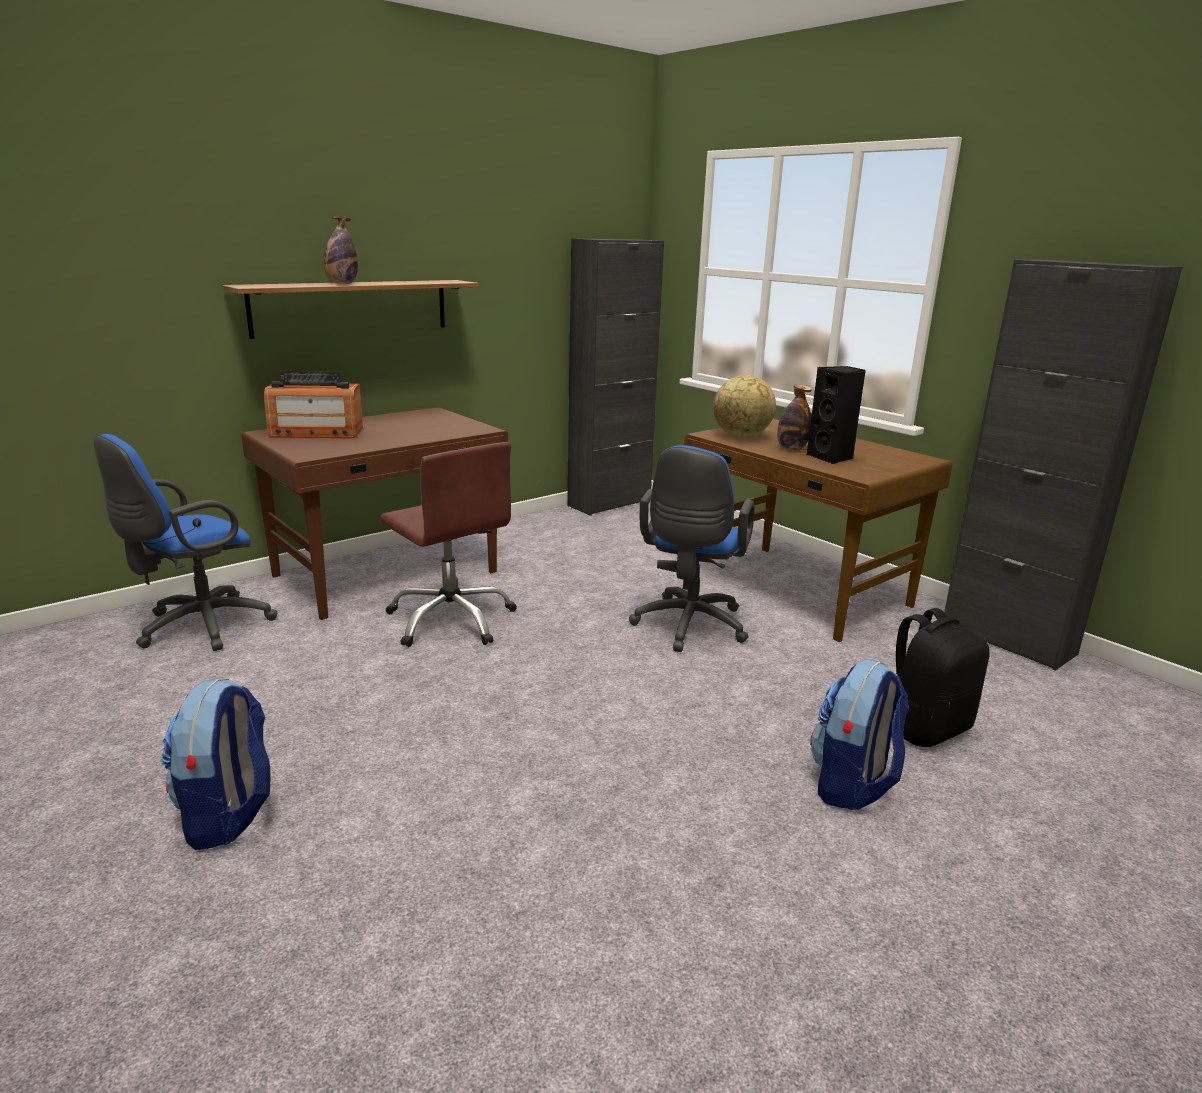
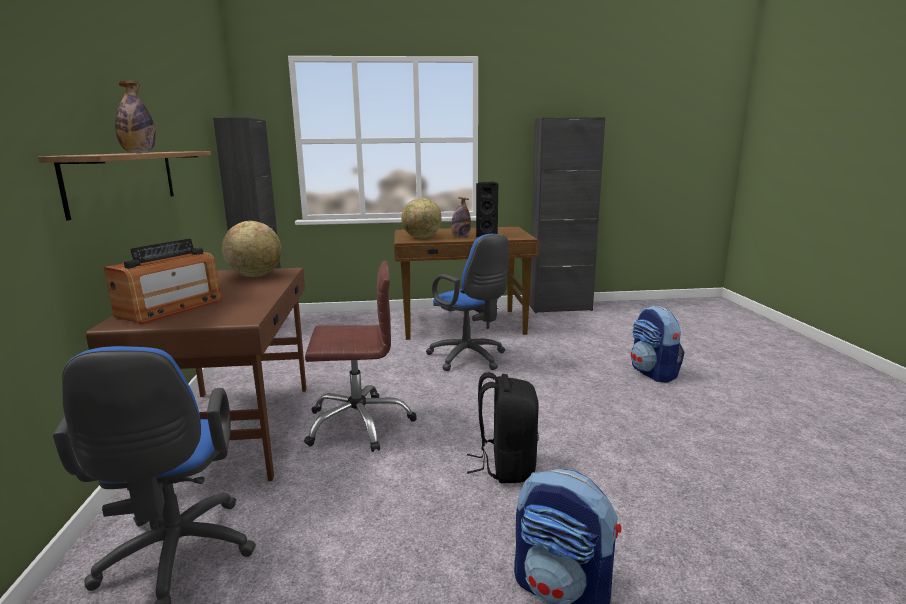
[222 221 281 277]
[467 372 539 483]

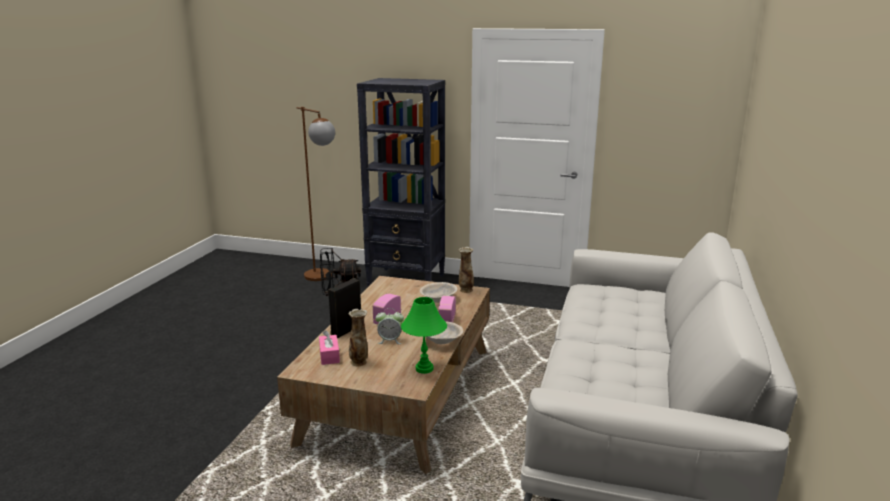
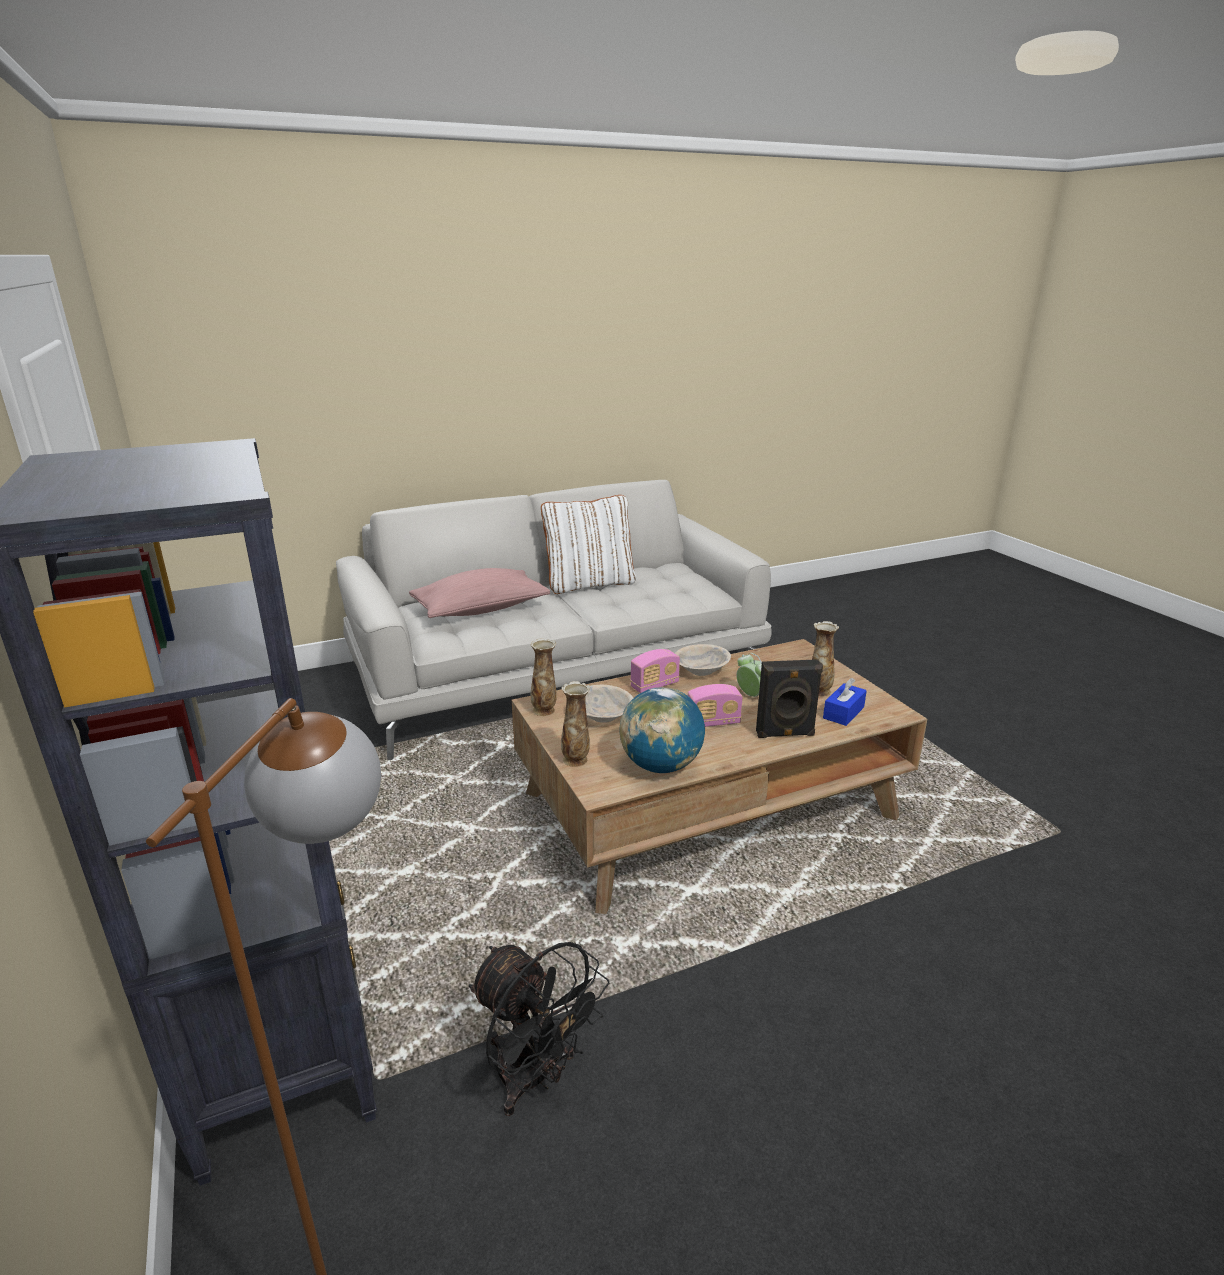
[401 297 447 374] (first image)
[409 568 550 618]
[541 495 636 594]
[561 681 590 767]
[620 687 705 773]
[823 678 867 726]

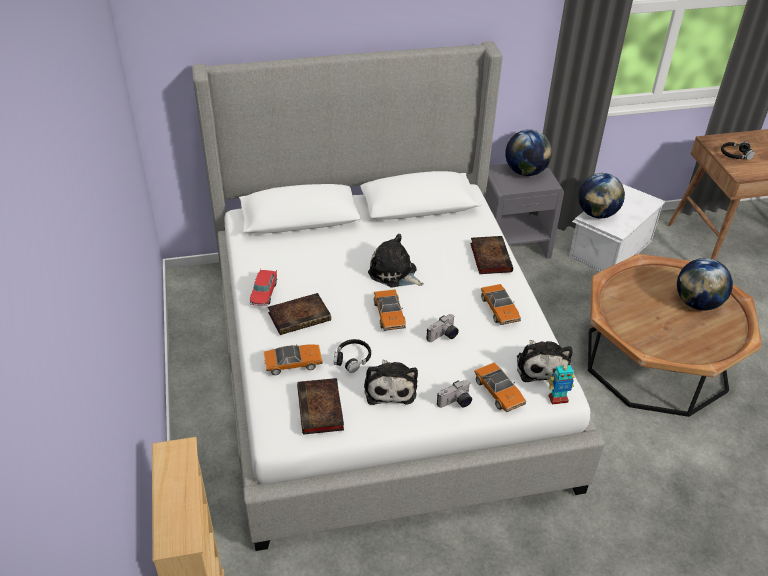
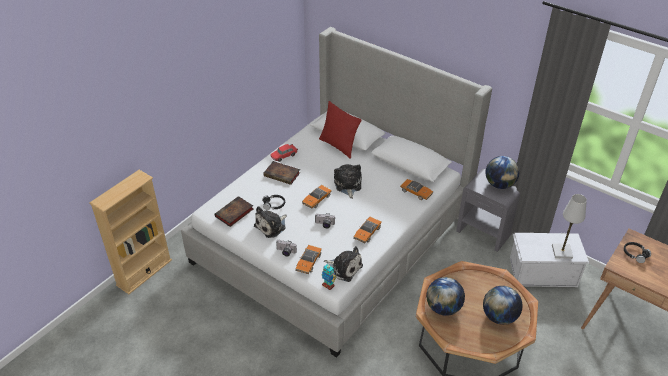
[470 236 513 274] (first image)
[319 101 362 159]
[552 194 587 259]
[400 179 433 200]
[426 277 465 316]
[324 246 363 282]

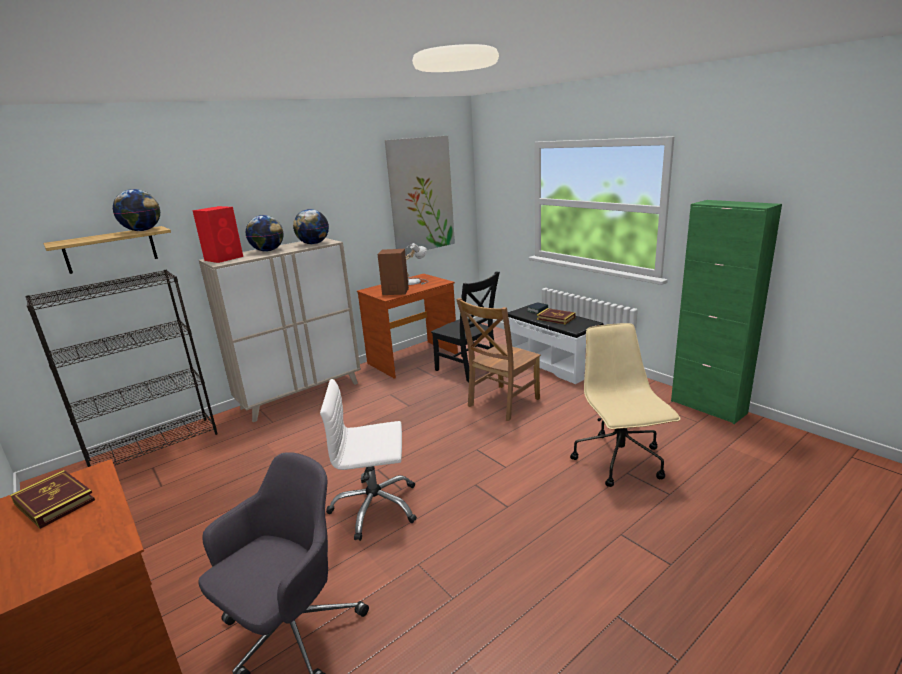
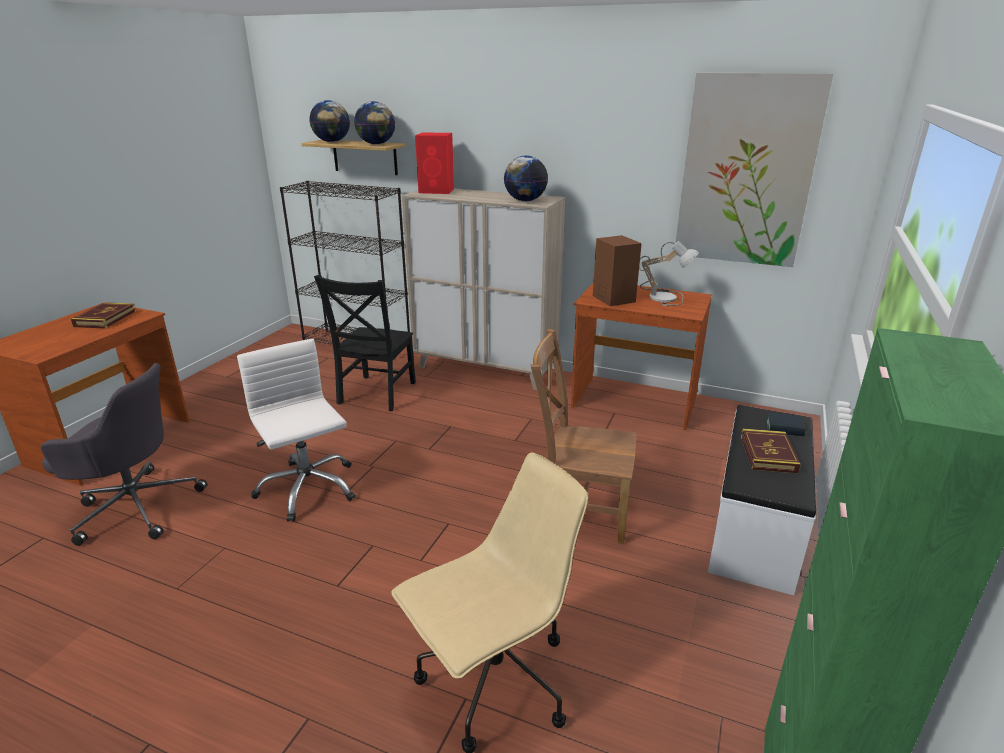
[309 100 350 142]
[314 275 416 411]

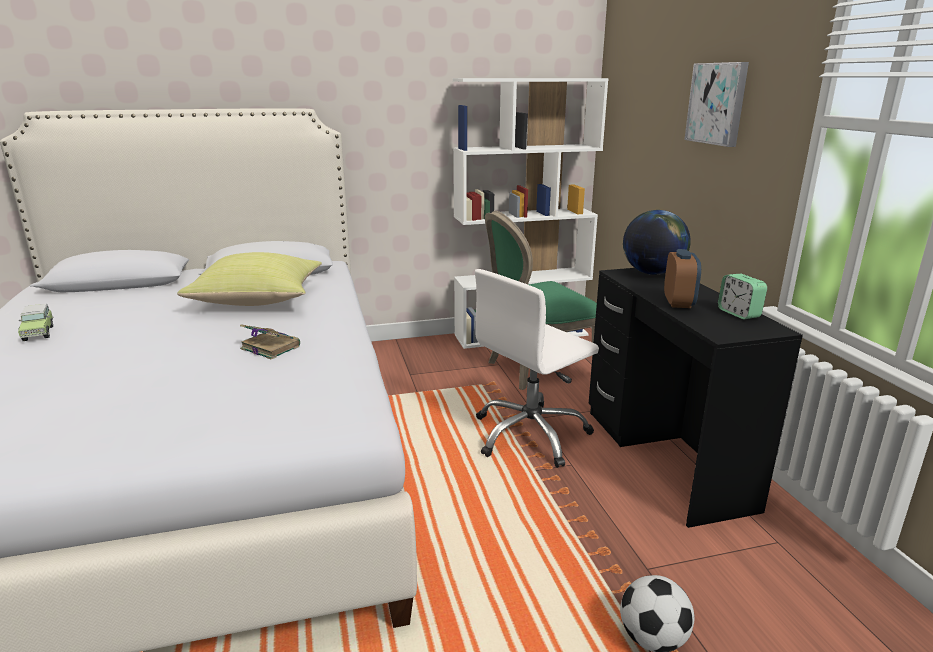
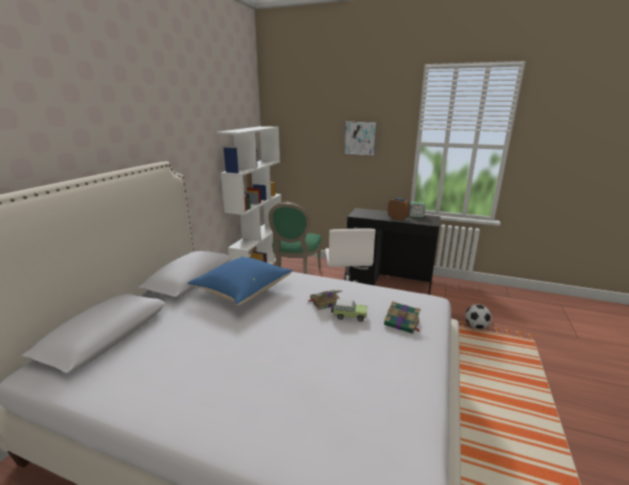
[623 210 691 275] (first image)
[384 301 421 334]
[331 299 367 322]
[187 257 293 305]

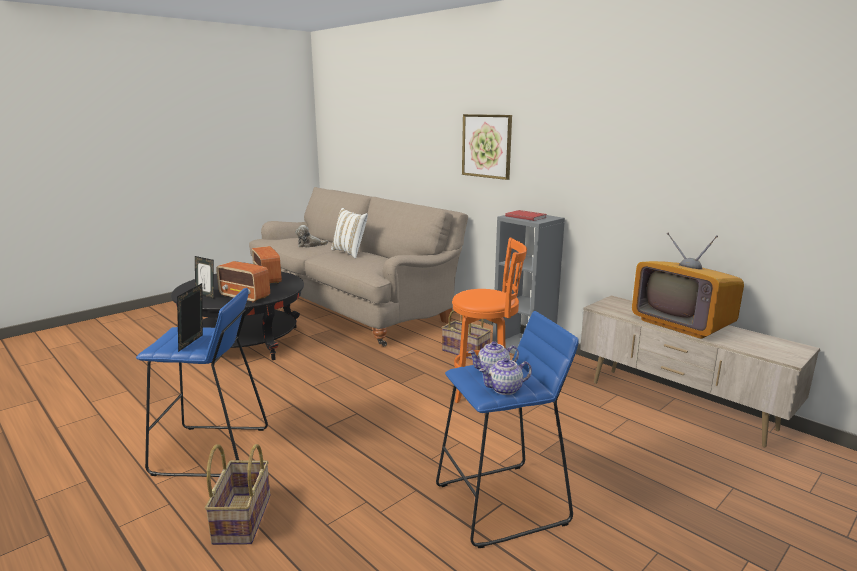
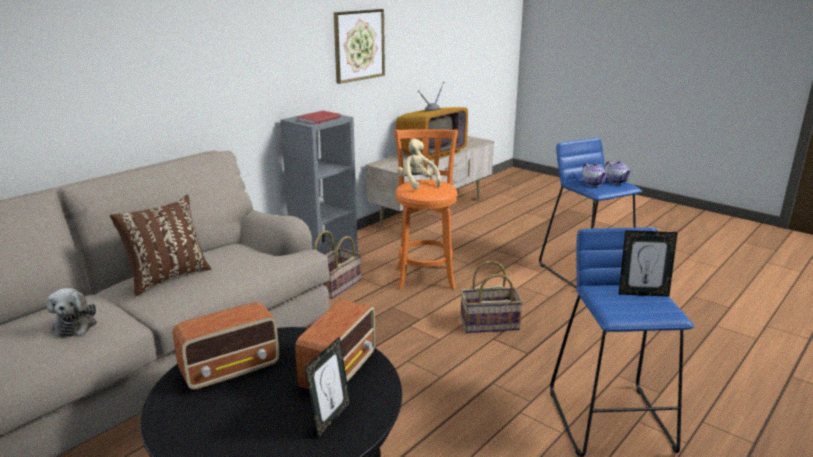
[397 139 441 190]
[460 261 523 333]
[334 9 385 84]
[110 195 211 296]

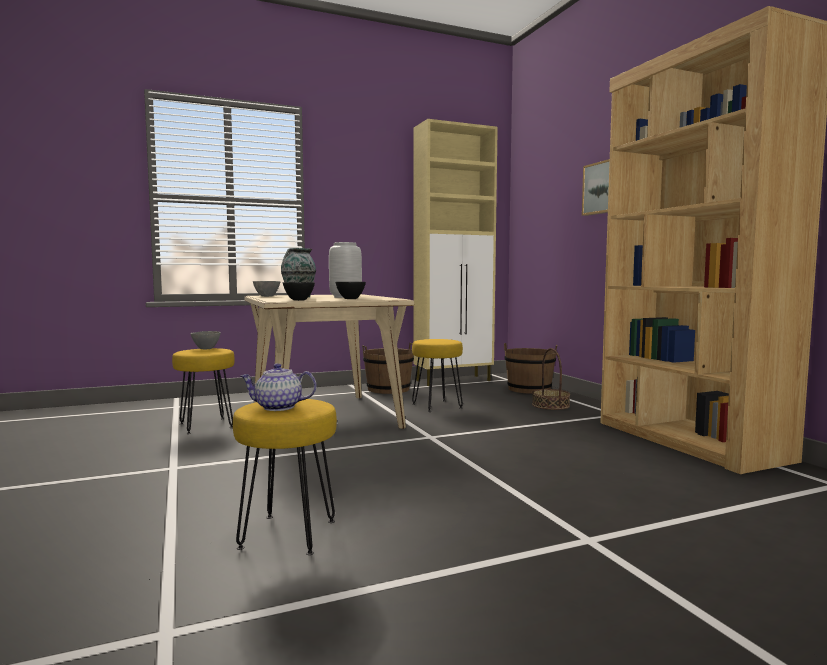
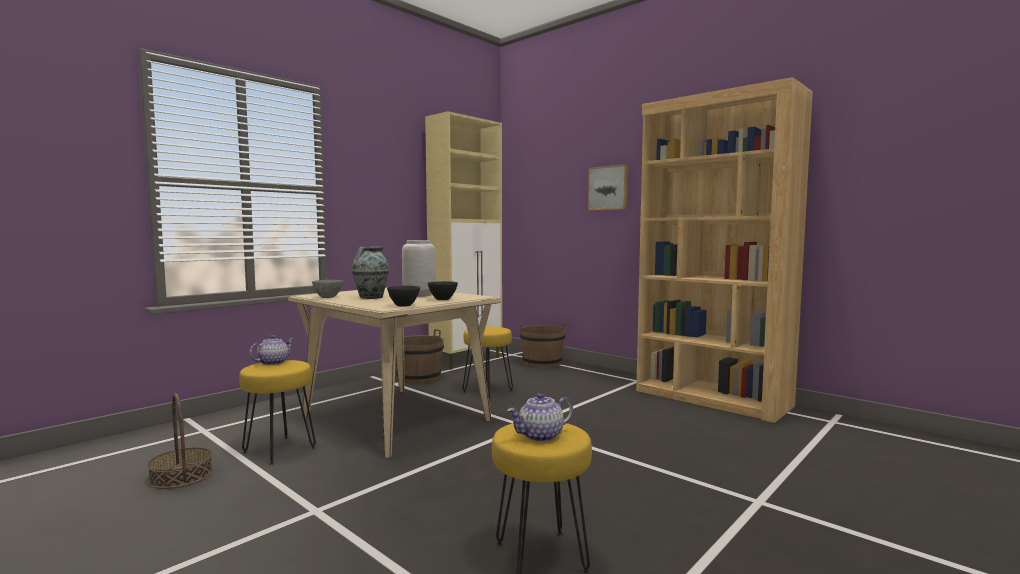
[148 393 212 489]
[249 335 294 365]

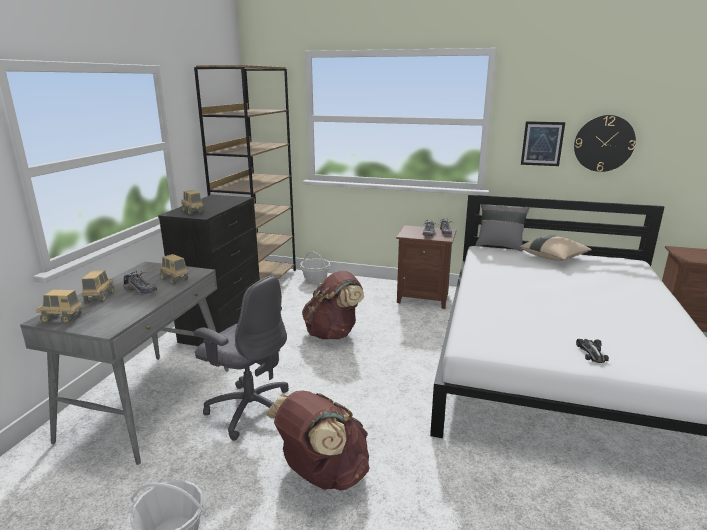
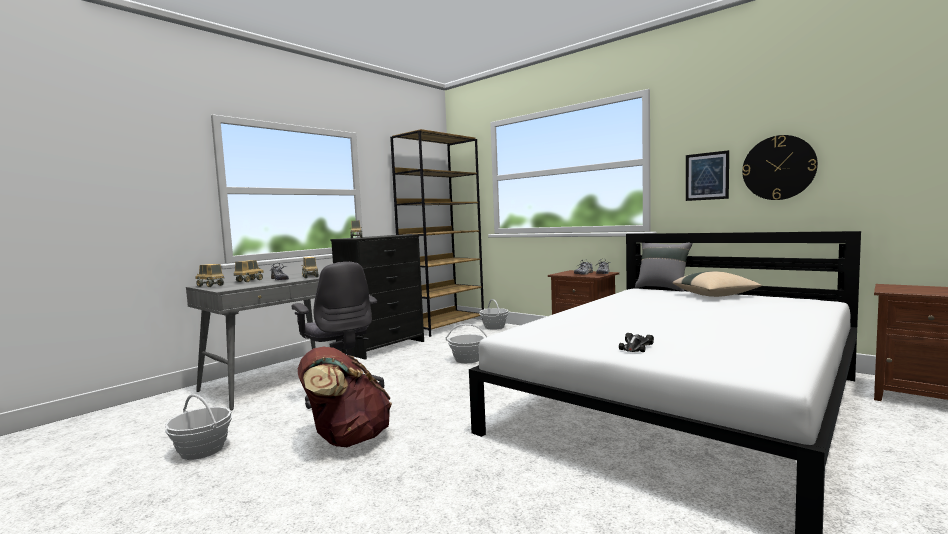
[446 324 488 363]

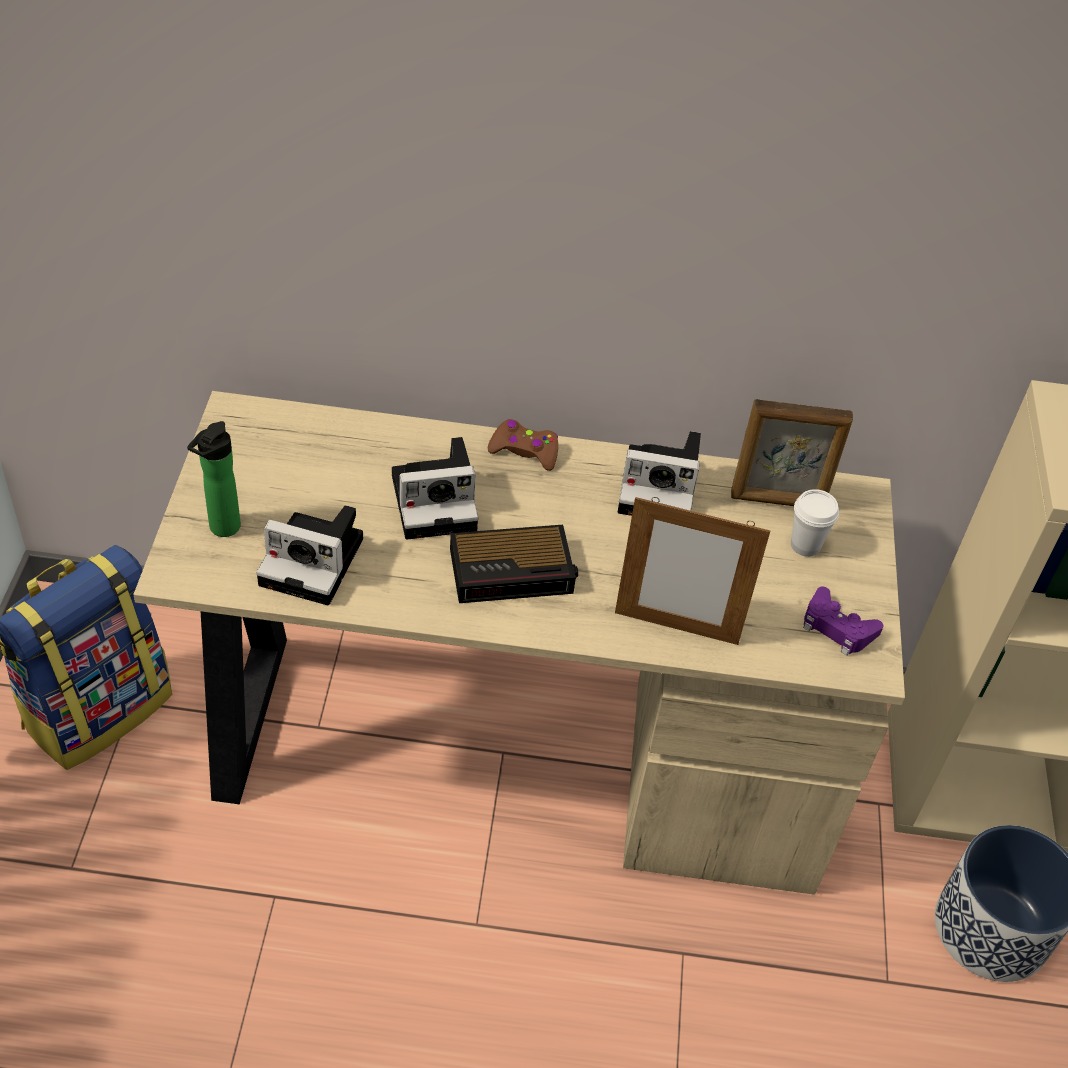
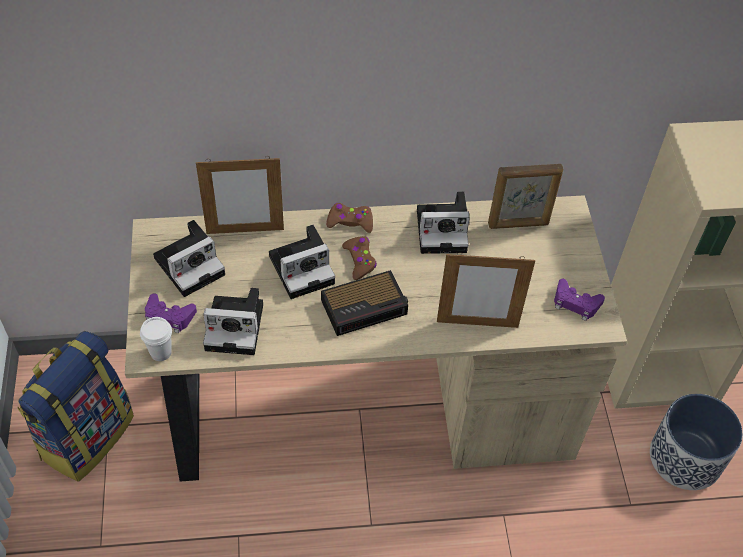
[153 220 225 297]
[196 156 284 234]
[342 236 377 280]
[140 317 172 361]
[145 293 197 333]

